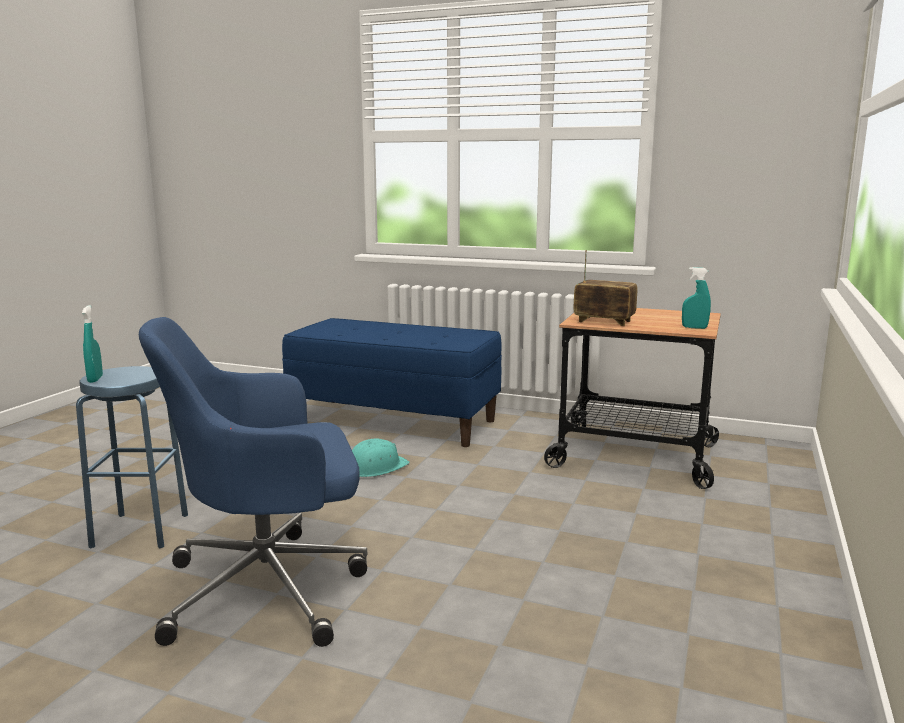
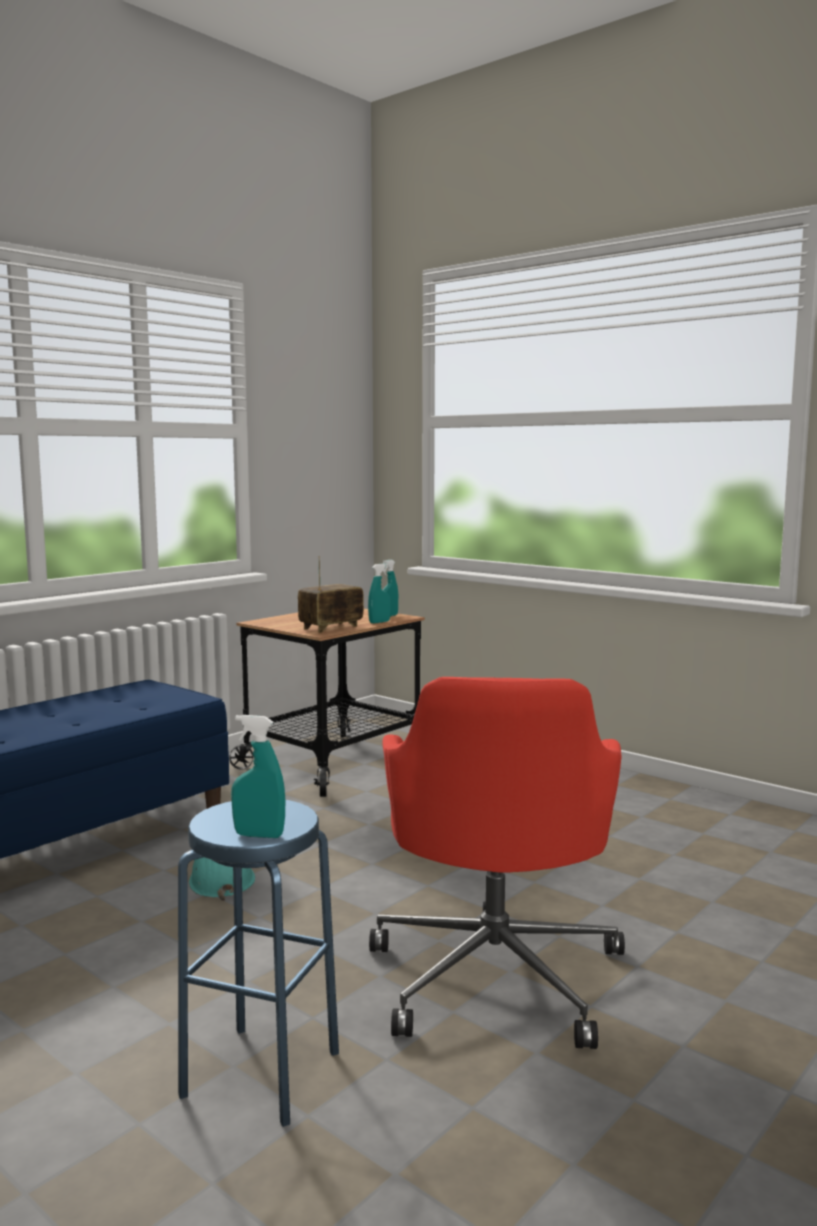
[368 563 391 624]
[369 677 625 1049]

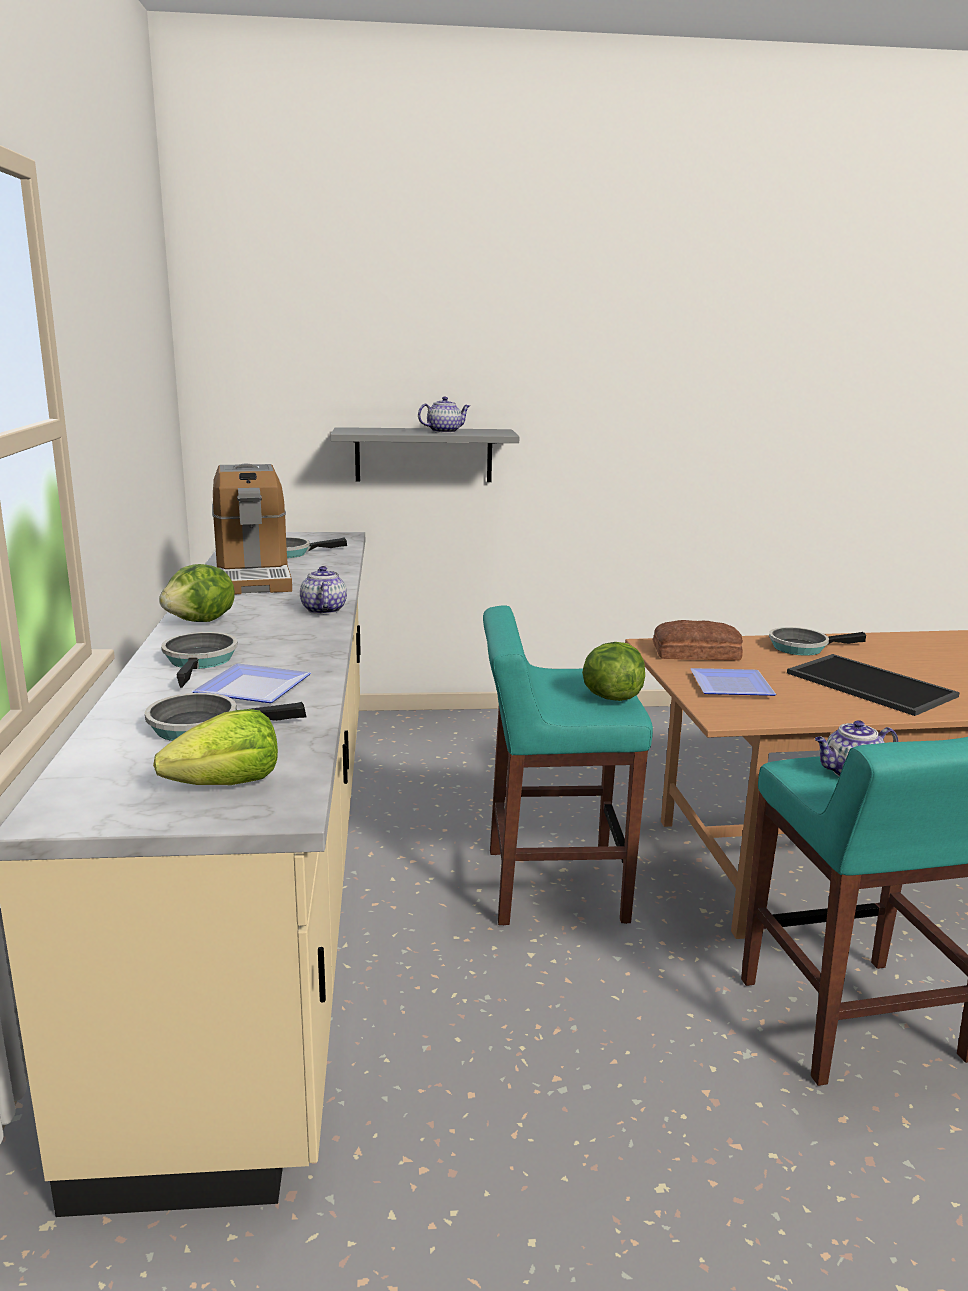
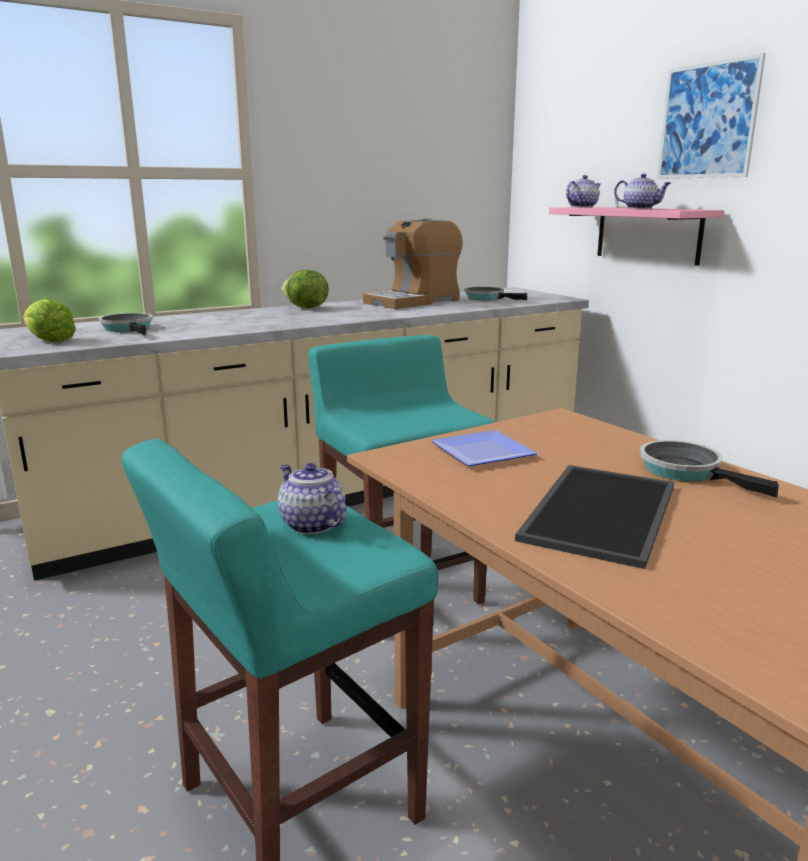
[161 632 238 688] (first image)
[192 663 311 703] (first image)
[582 642 645 701] (first image)
[653 620 743 661] (first image)
[657 53 766 179]
[566 175 601 207]
[549 207 724 266]

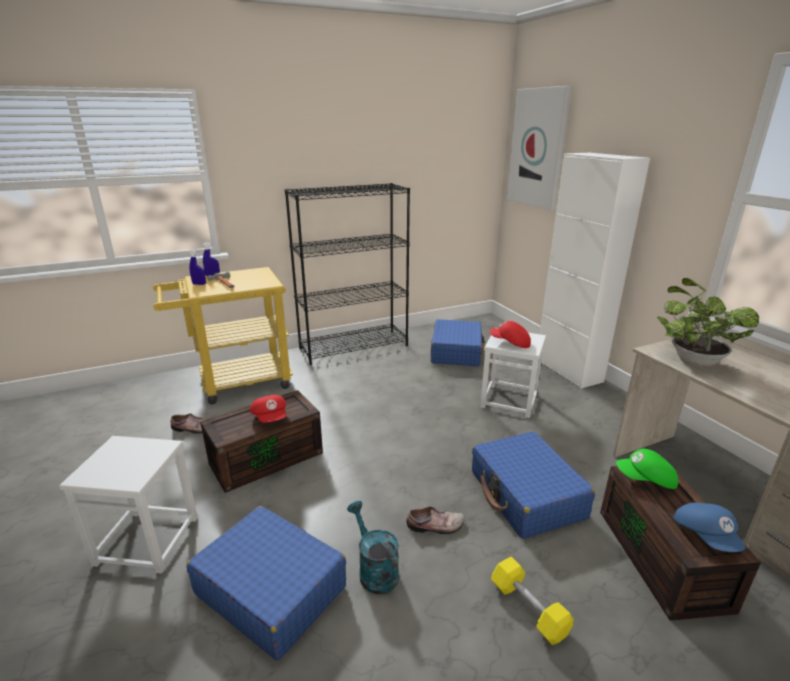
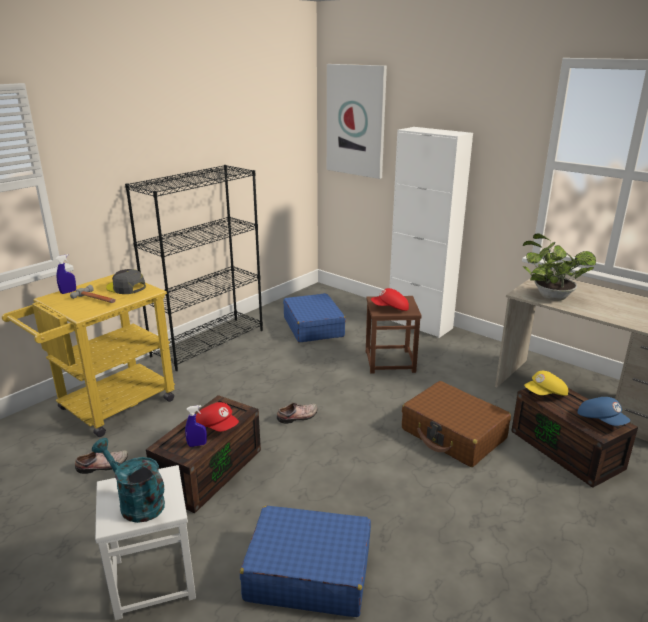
[491 557 574 645] (first image)
[106 269 146 294]
[185 405 207 447]
[92 438 165 523]
[277 403 318 424]
[402 381 511 467]
[366 296 422 374]
[524 371 568 396]

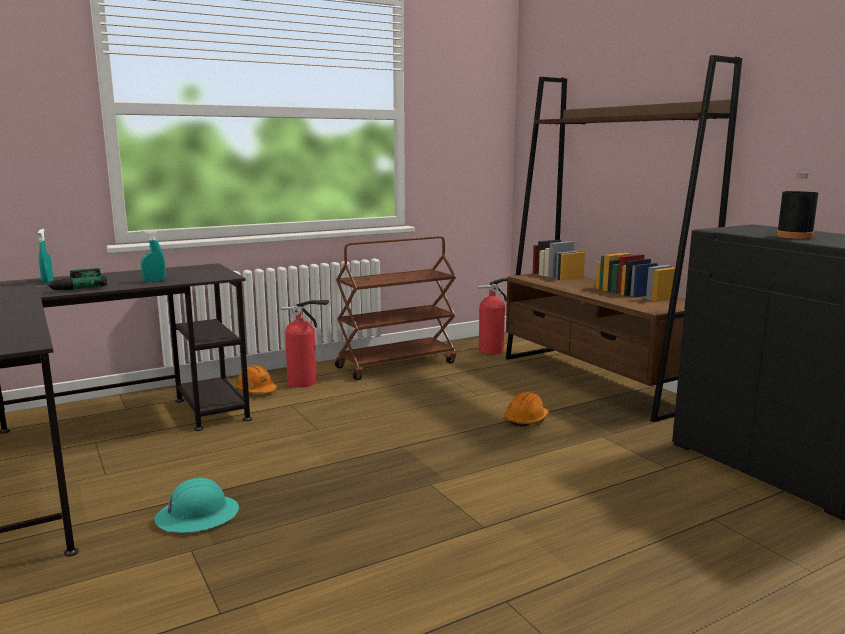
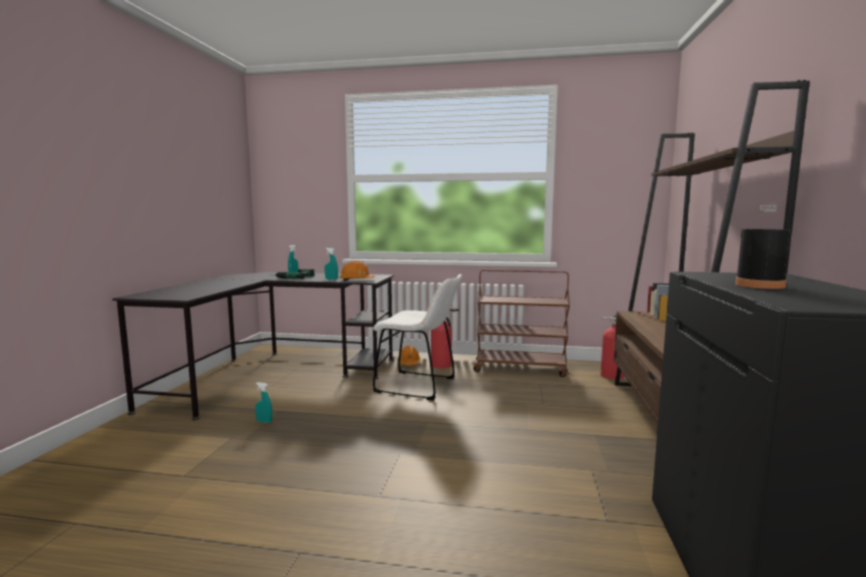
[373 274 462 400]
[340 261 375 281]
[255 382 272 423]

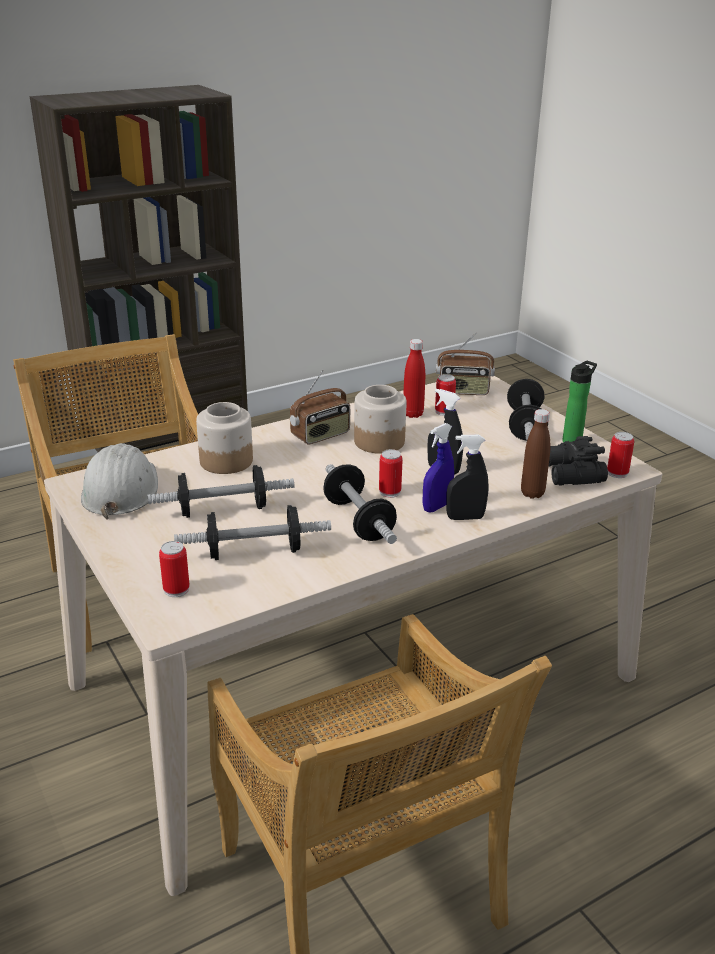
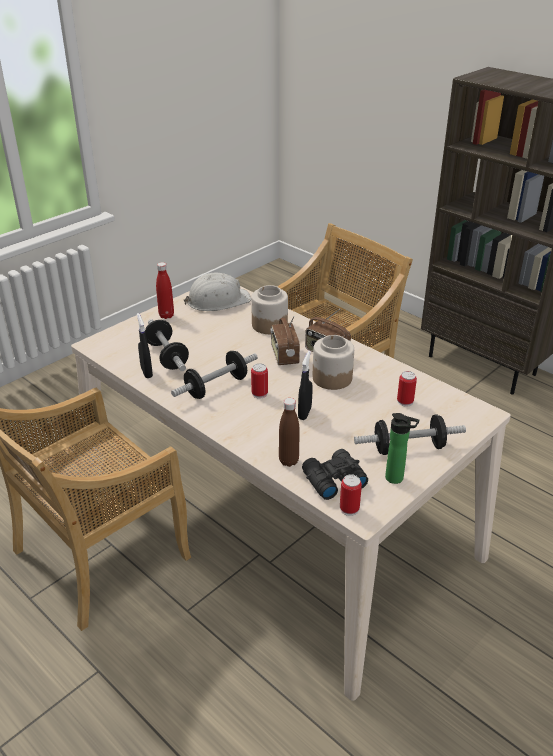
[148 465 294 518] (first image)
[159 541 190 597] (first image)
[423 423 454 513] (first image)
[156 262 174 319]
[270 317 300 365]
[137 313 153 378]

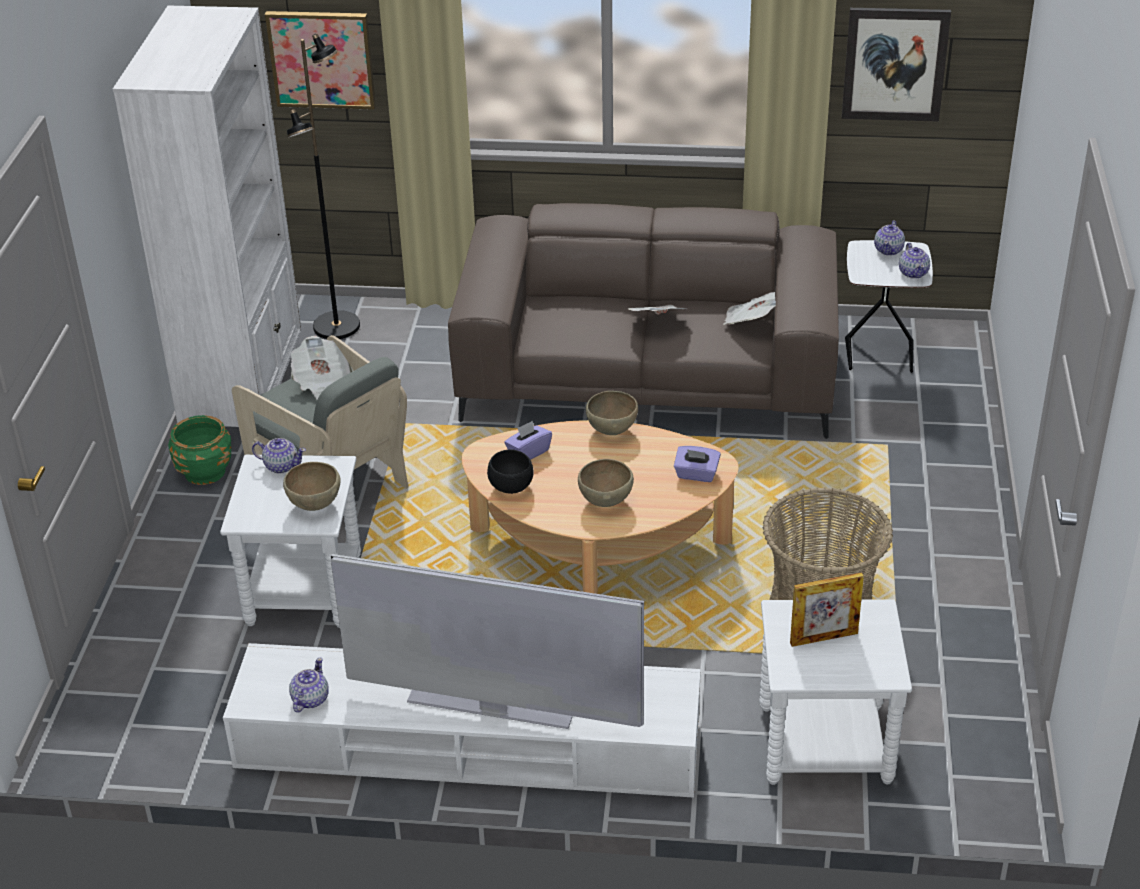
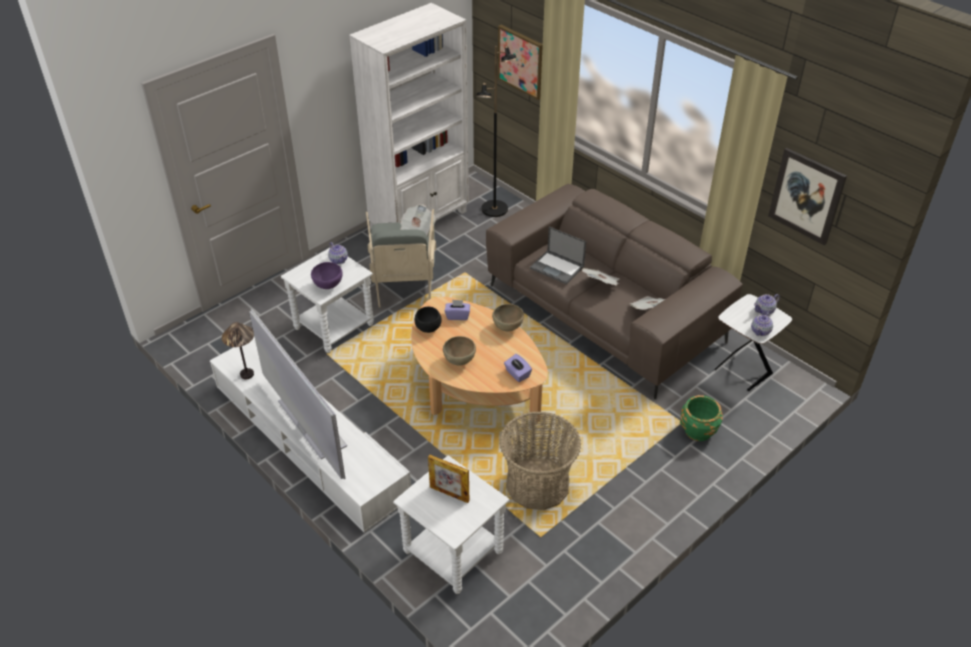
[530 227 586 284]
[680 395 723 441]
[222 322 254 379]
[311 262 343 289]

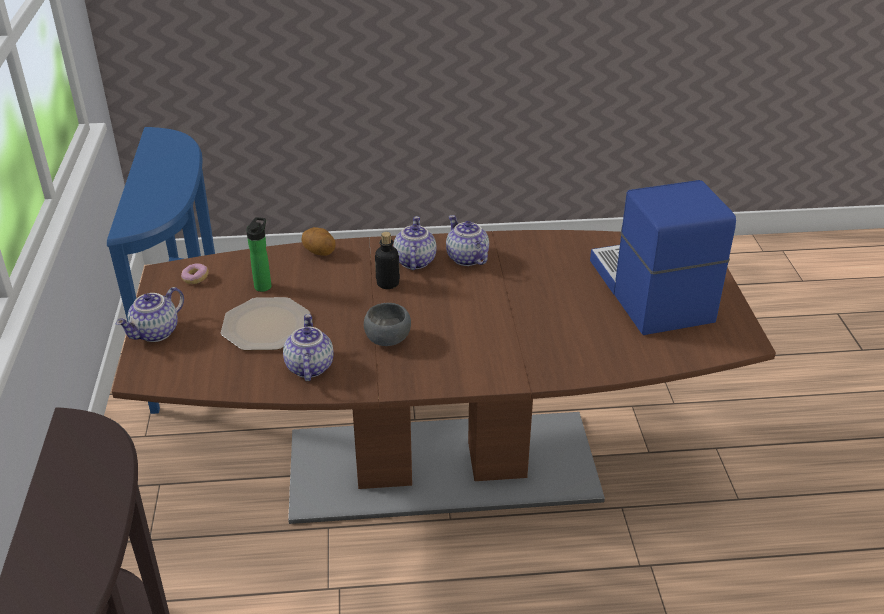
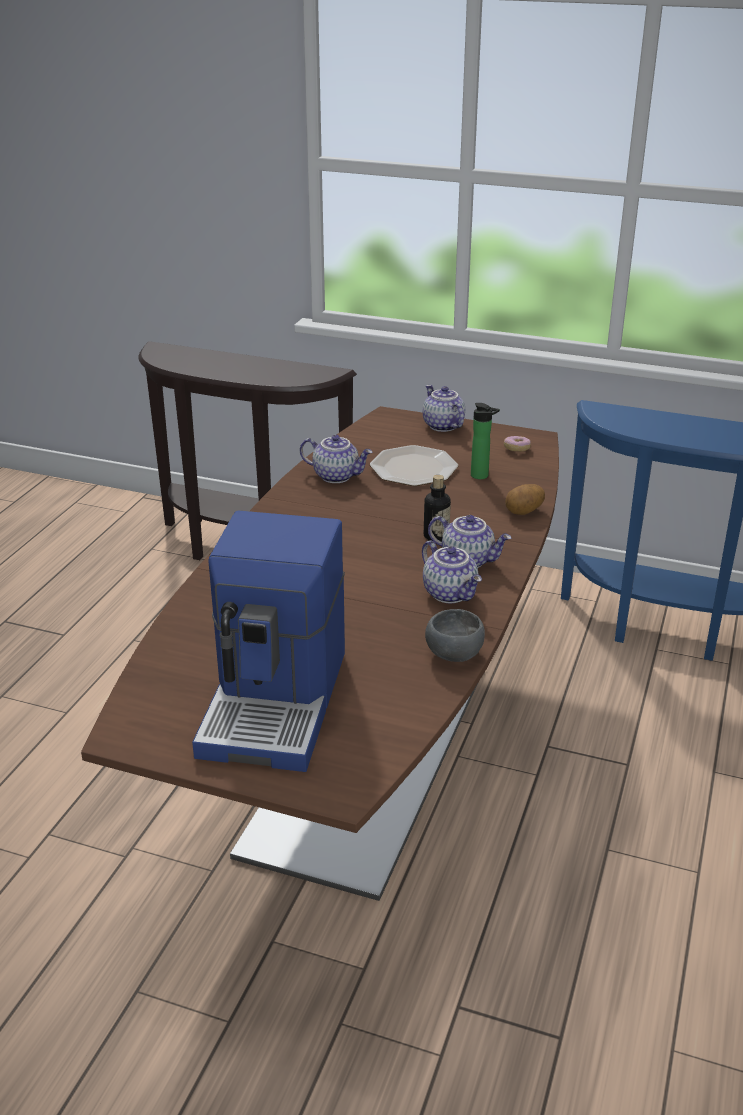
[425 609 485 662]
[422 541 482 603]
[192 510 345 772]

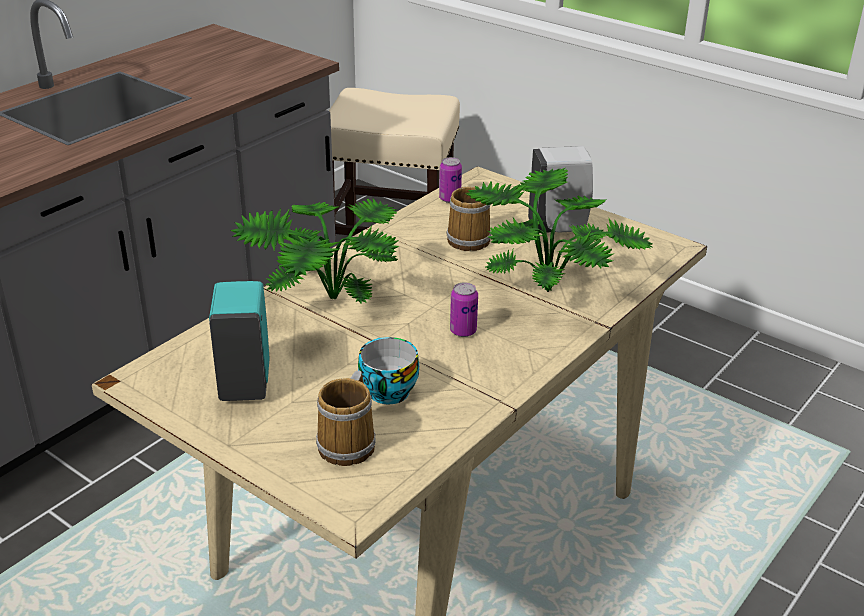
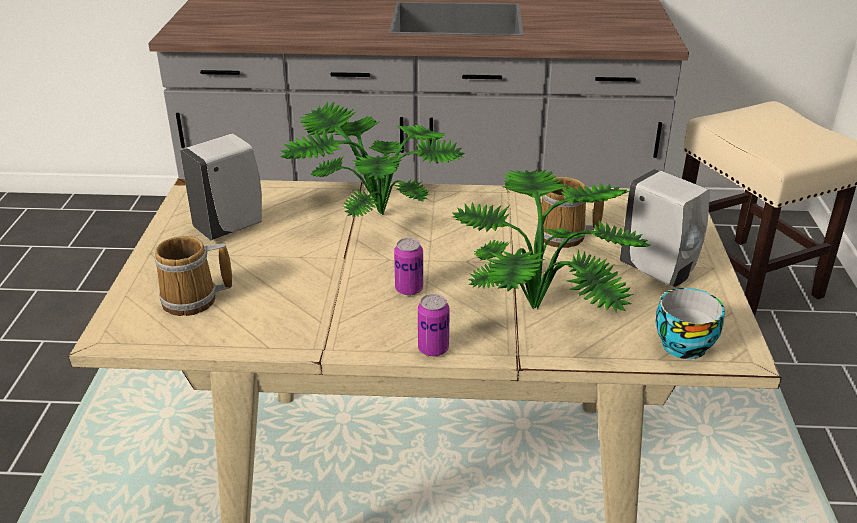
[655 288 725 359]
[418 294 450 356]
[180 133 262 240]

